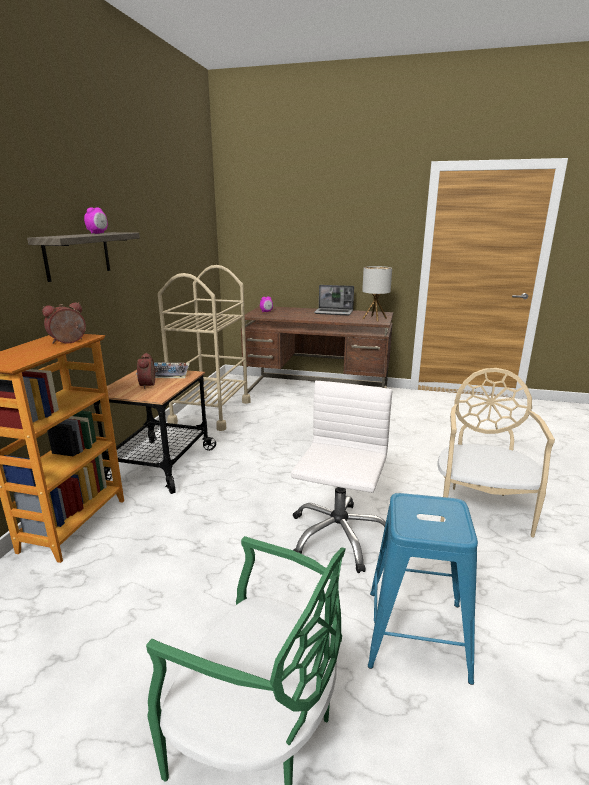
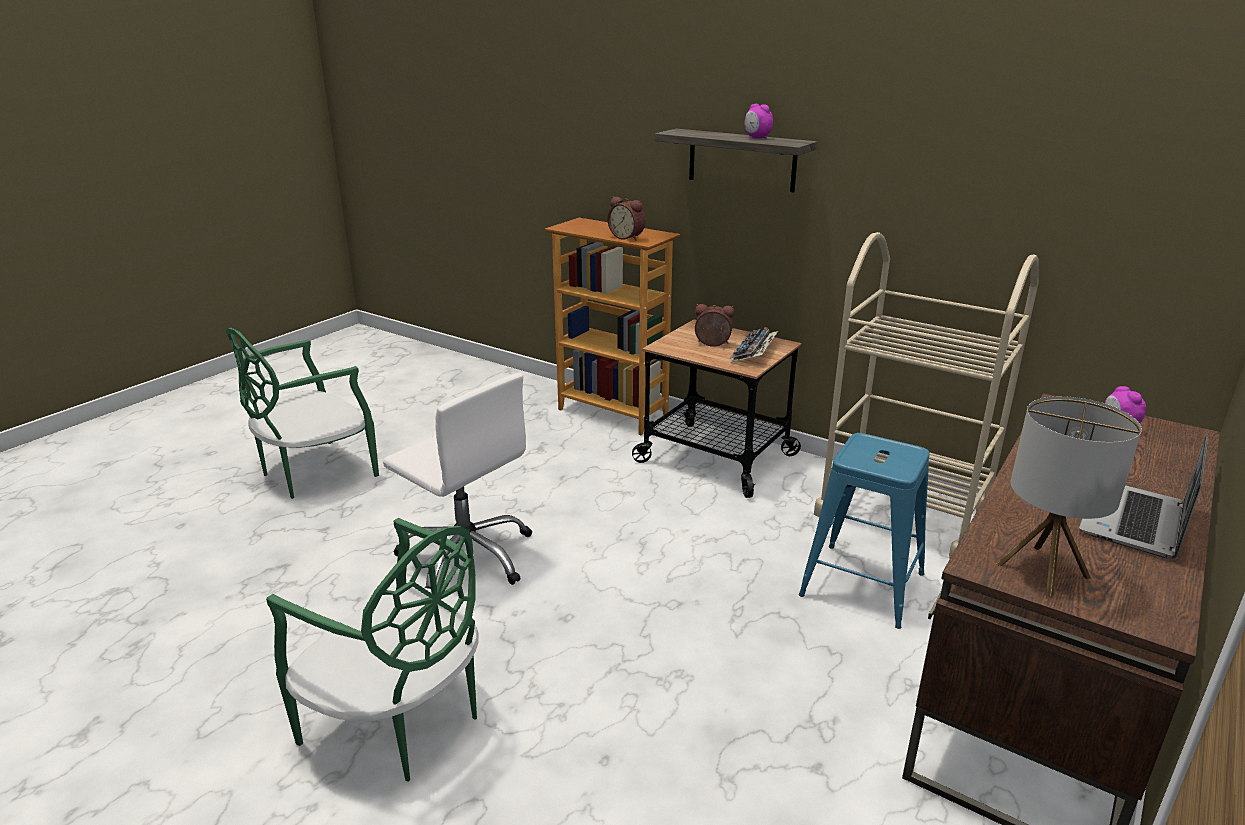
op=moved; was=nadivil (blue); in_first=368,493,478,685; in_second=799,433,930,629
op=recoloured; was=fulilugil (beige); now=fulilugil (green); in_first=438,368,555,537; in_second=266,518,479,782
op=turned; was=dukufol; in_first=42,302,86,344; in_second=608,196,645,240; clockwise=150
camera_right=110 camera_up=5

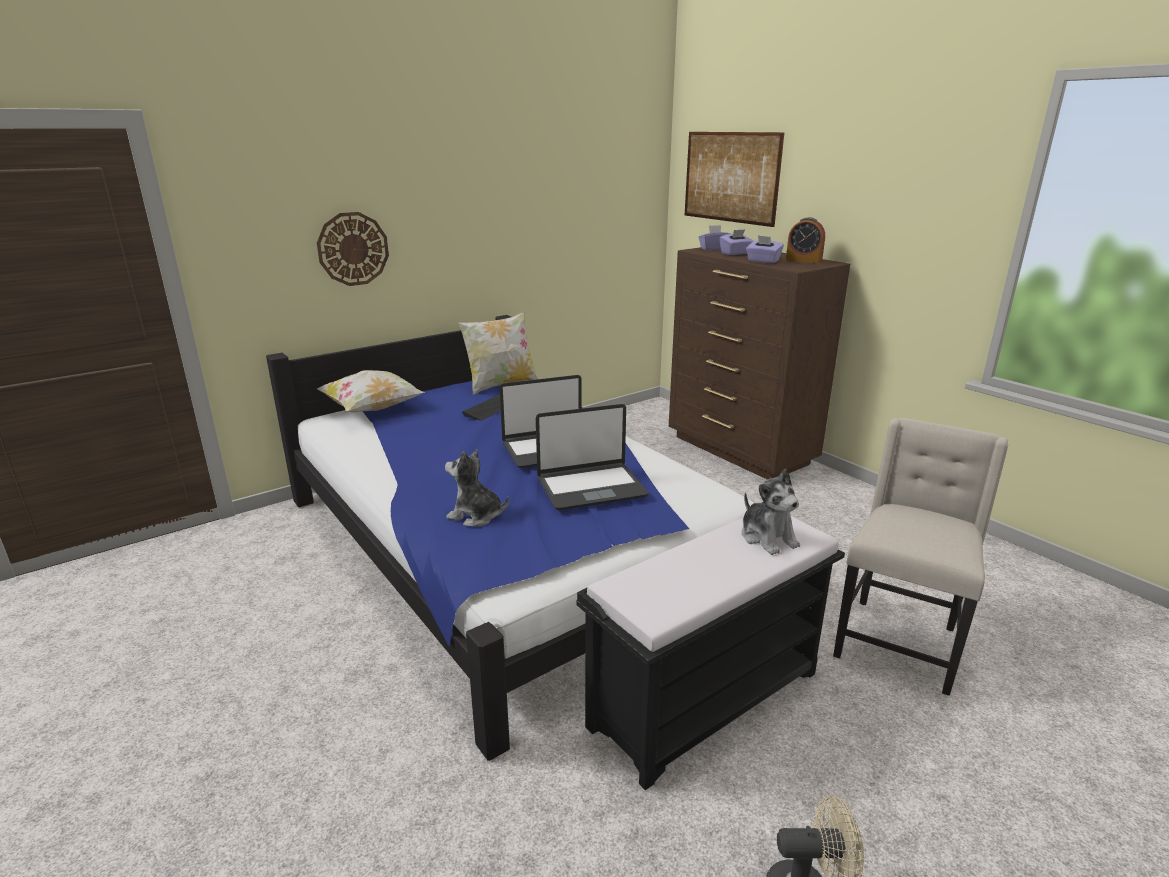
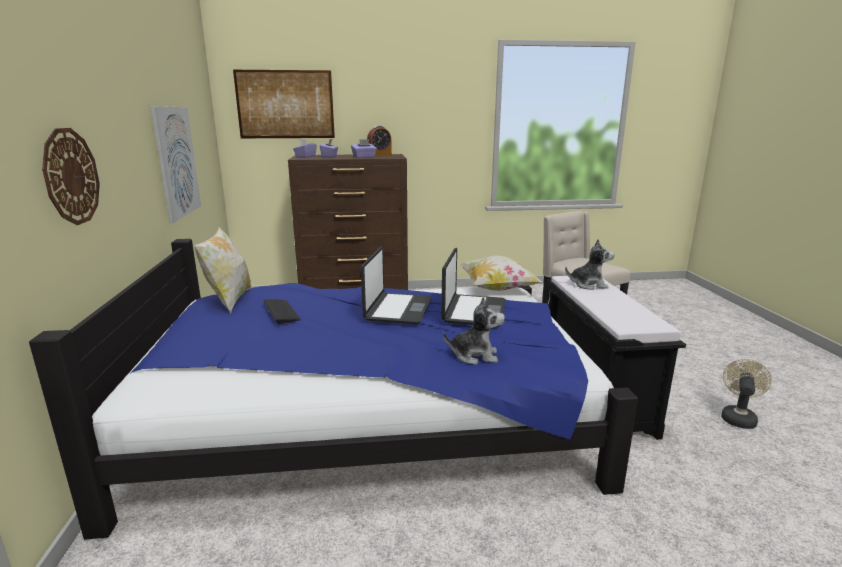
op=added; now=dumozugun; in_second=151,106,201,223
op=moved; was=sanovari; in_first=317,370,425,412; in_second=459,255,543,291
op=turned; was=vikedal; in_first=445,449,509,527; in_second=443,296,505,365; clockwise=-135
camera_right=-60 camera_up=-5

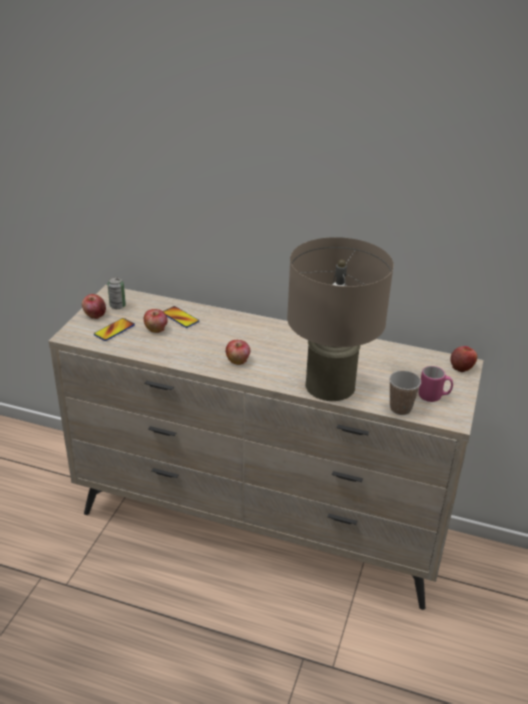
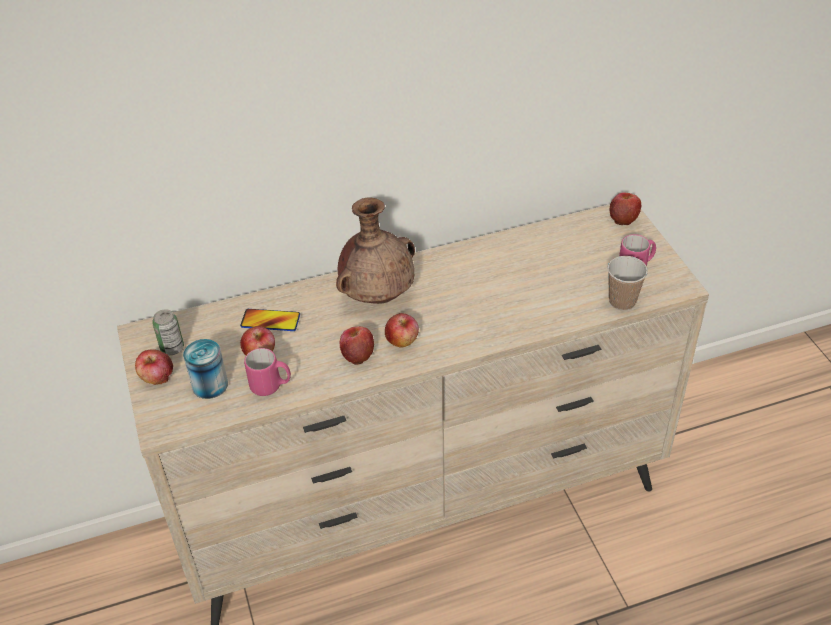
op=removed; was=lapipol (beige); in_first=287,237,394,401
op=added; now=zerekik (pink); in_second=244,348,291,396
op=added; now=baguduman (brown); in_second=336,197,415,304
op=added; now=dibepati; in_second=339,326,374,365
op=replaced; was=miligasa; now=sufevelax; in_first=94,318,135,341; in_second=183,339,228,399
camera_right=-35 camera_up=10

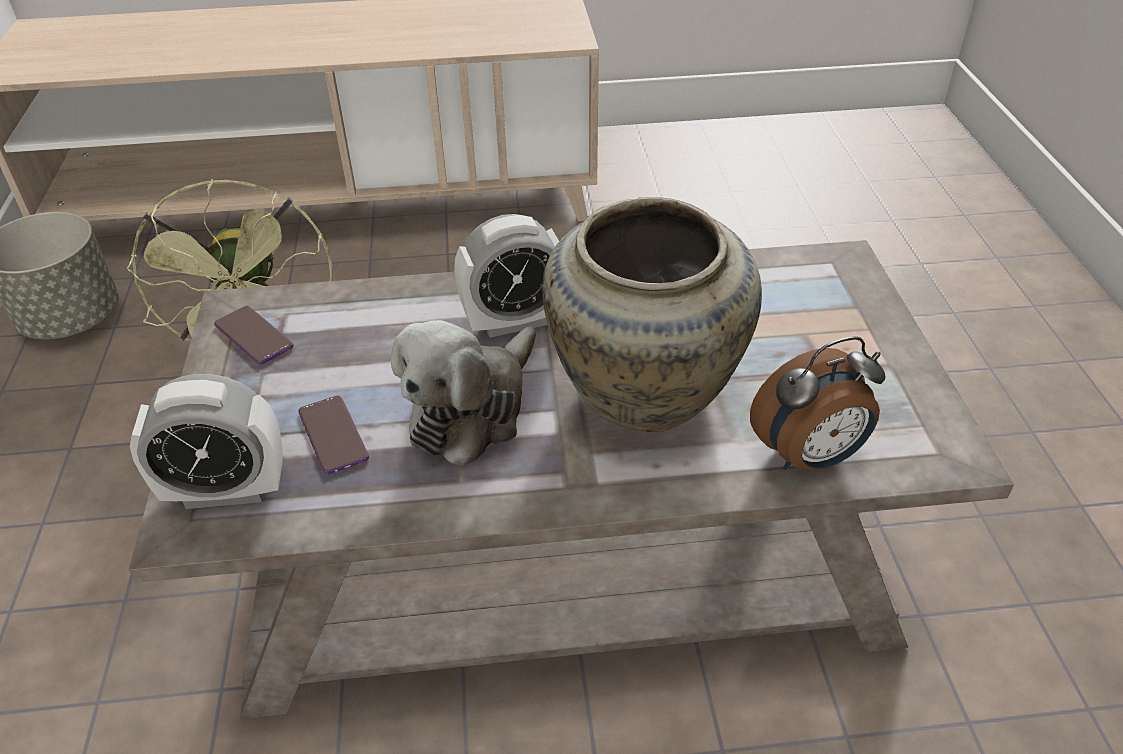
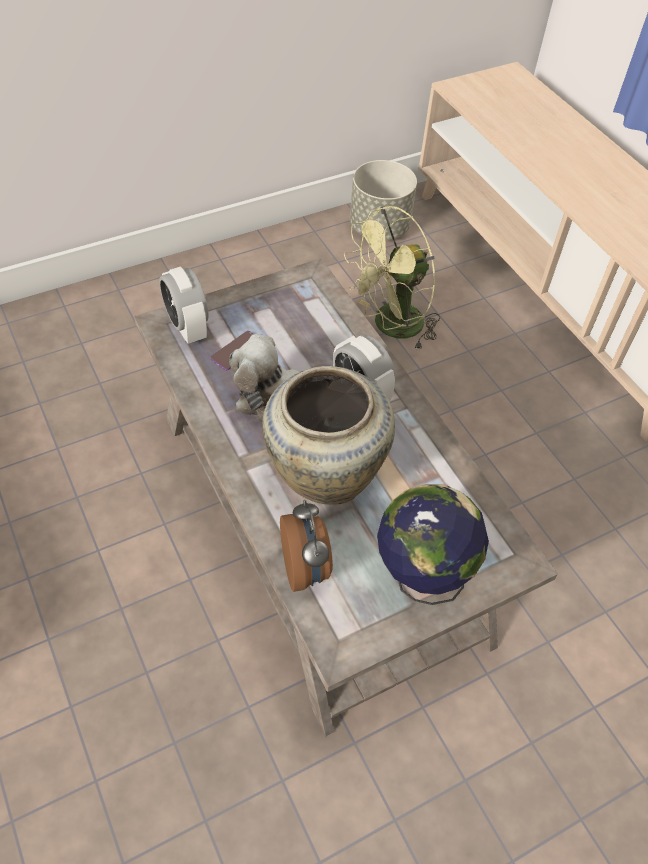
op=removed; was=miligasa; in_first=214,306,294,365
op=added; now=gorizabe; in_second=377,484,489,605
op=turned; was=dukufol; in_first=750,336,886,471; in_second=280,500,333,592; clockwise=-150
camera_right=65 camera_up=10

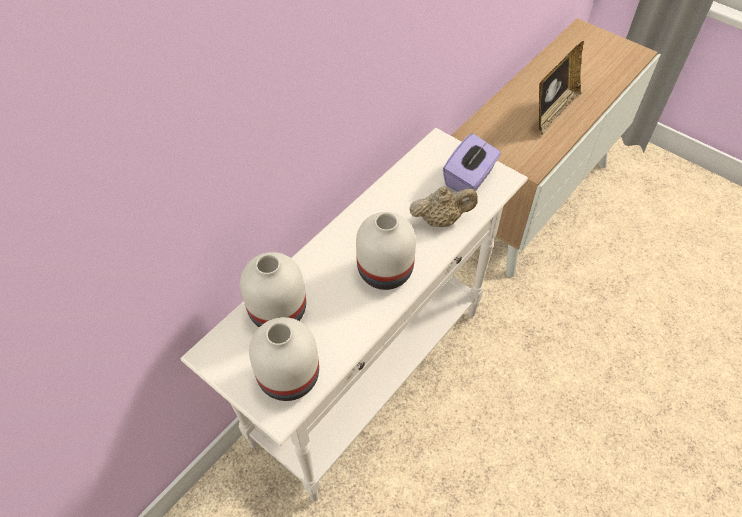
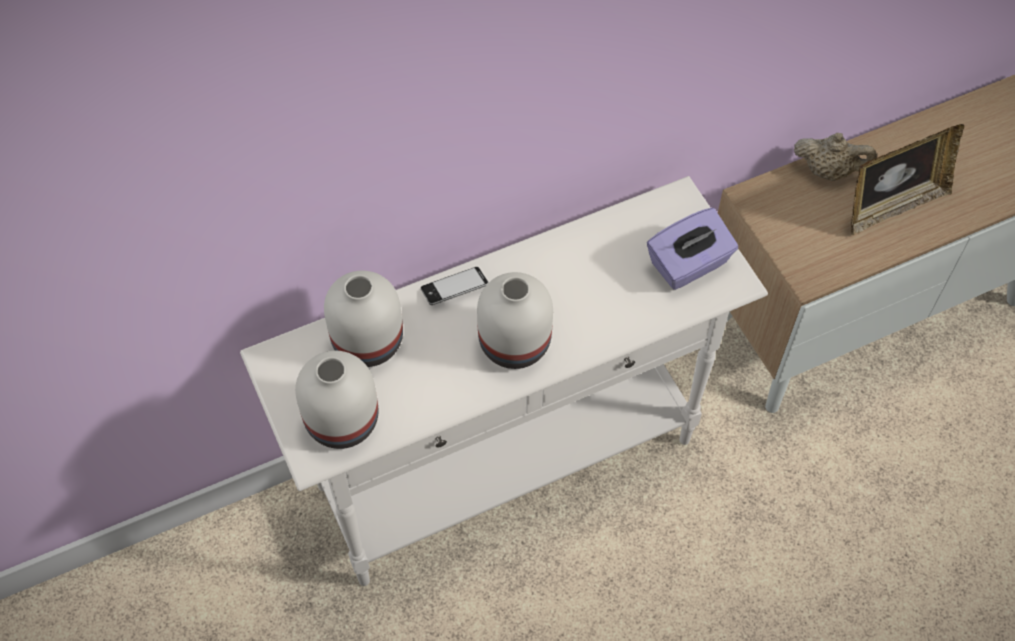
op=added; now=miligasa; in_second=421,267,488,305
op=moved; was=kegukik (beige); in_first=409,186,478,227; in_second=794,133,877,181
camera_right=25 camera_up=5

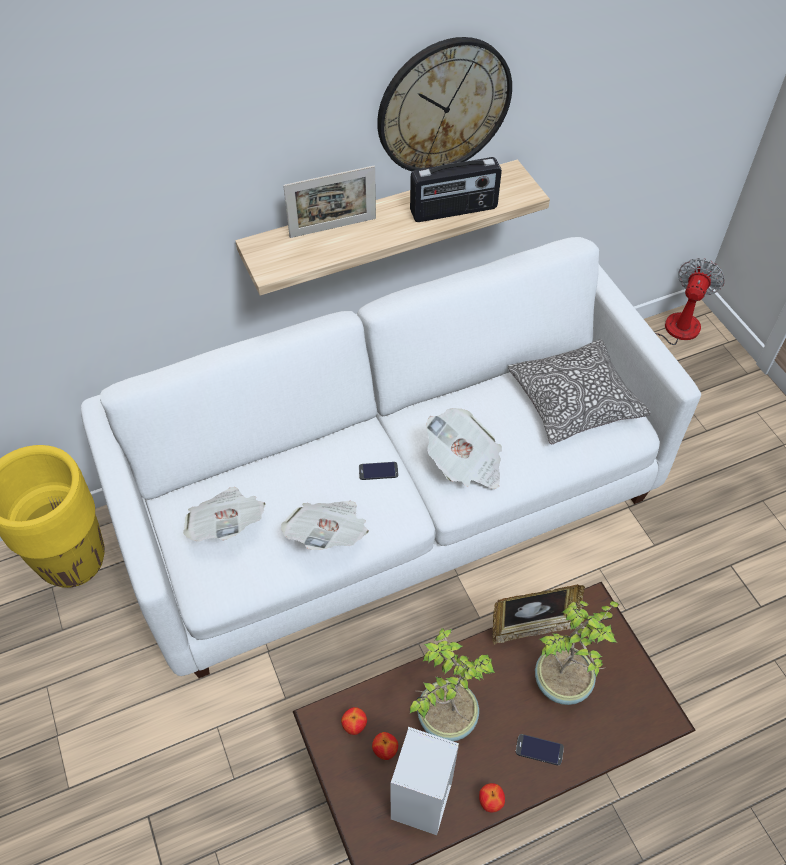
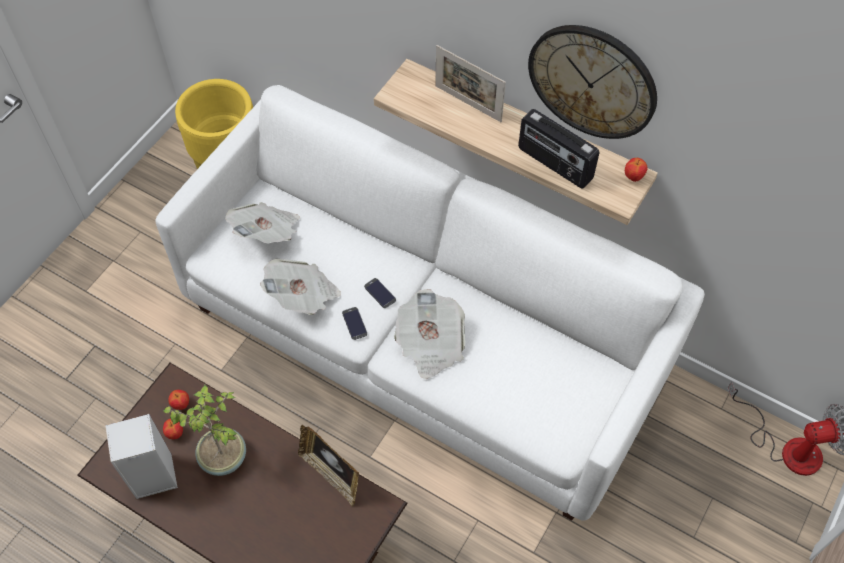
op=removed; was=sanovari; in_first=508,339,650,444
op=removed; was=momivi; in_first=535,601,619,705
op=moved; was=dibepati; in_first=479,783,505,813; in_second=625,158,648,182
op=moved; was=miligasa; in_first=516,734,564,765; in_second=342,307,367,340
camera_right=55 camera_up=5

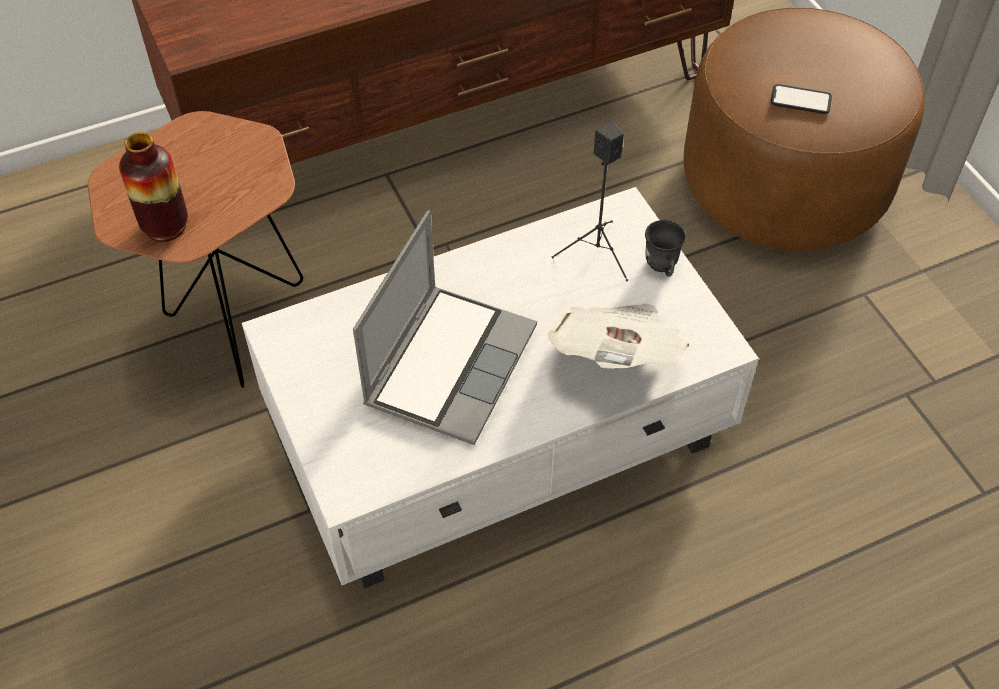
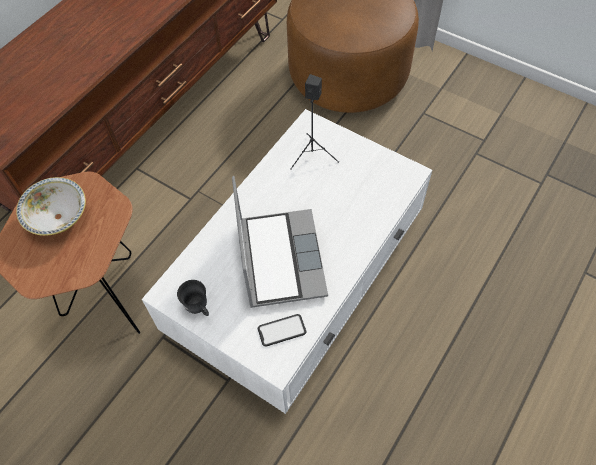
op=removed; was=baguduman; in_first=119,132,188,242
op=removed; was=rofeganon; in_first=548,303,690,369
op=added; now=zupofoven; in_second=16,177,86,236
op=moved; was=zerekik (grey); in_first=645,220,686,277; in_second=177,280,209,316
op=moved; was=miligasa; in_first=771,84,832,114; in_second=258,314,306,346
camera_right=-30 camera_up=5

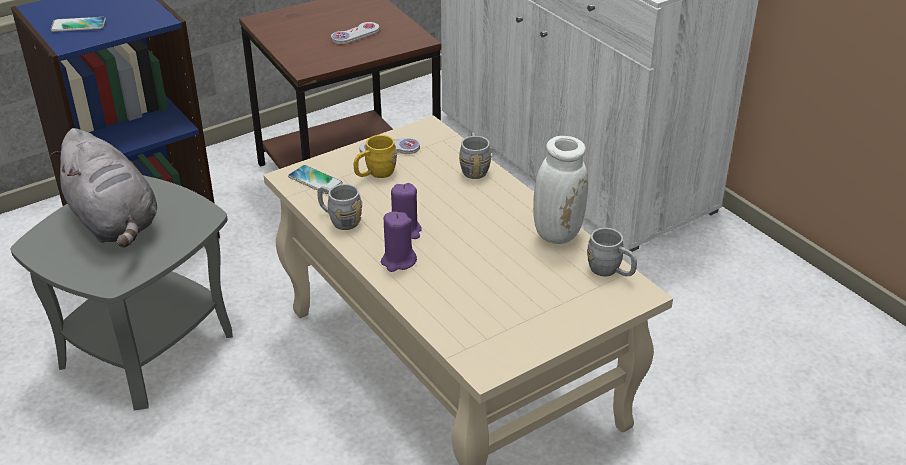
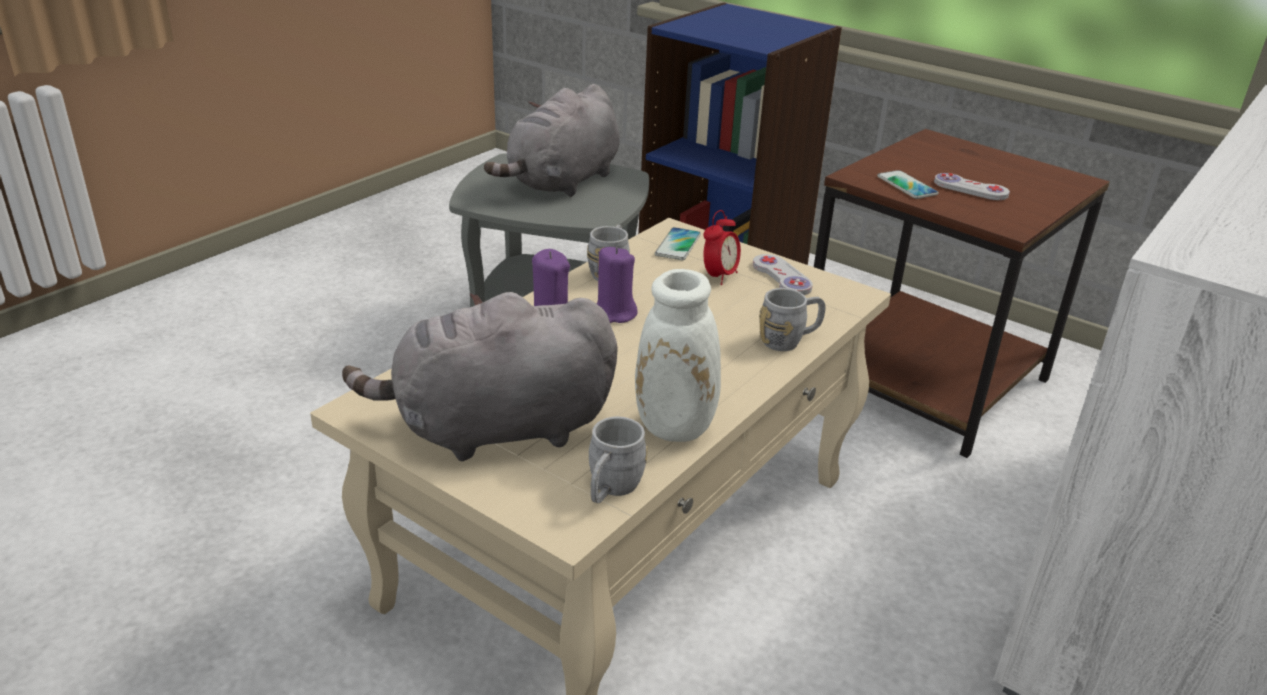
op=added; now=vikedal (grey); in_second=342,292,618,461
op=moved; was=miligasa; in_first=50,17,106,32; in_second=877,170,939,199
op=replaced; was=zerekik (yellow); now=dukufol; in_first=354,135,397,178; in_second=704,210,741,285
camera_right=70 camera_up=-5

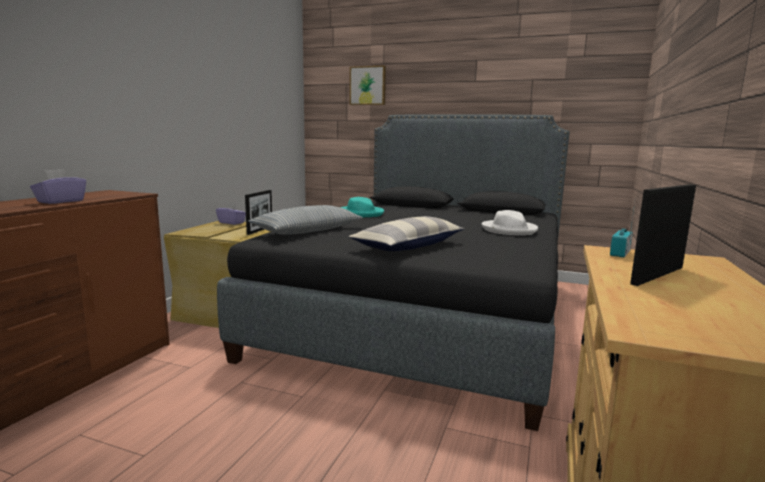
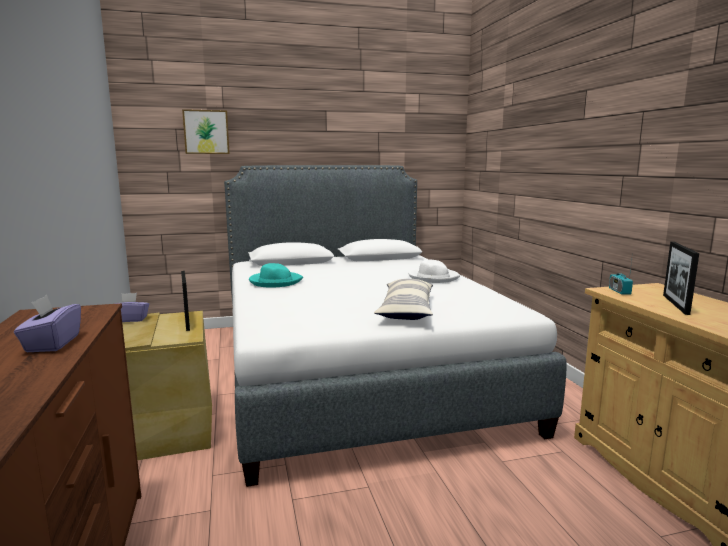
op=removed; was=sanovari; in_first=248,205,363,235
op=recoloured; was=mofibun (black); now=mofibun (white); in_first=217,114,570,431; in_second=224,165,566,487
camera_right=-35 camera_up=0

